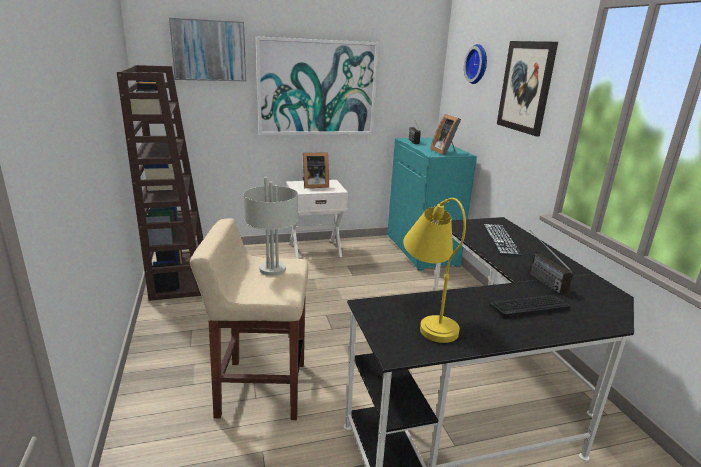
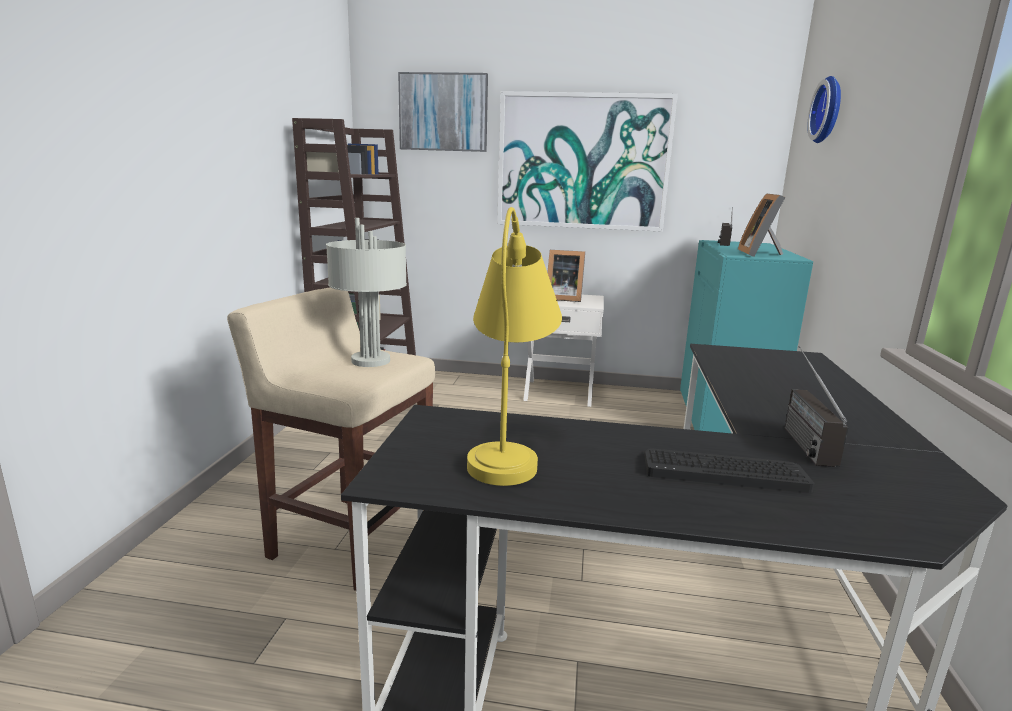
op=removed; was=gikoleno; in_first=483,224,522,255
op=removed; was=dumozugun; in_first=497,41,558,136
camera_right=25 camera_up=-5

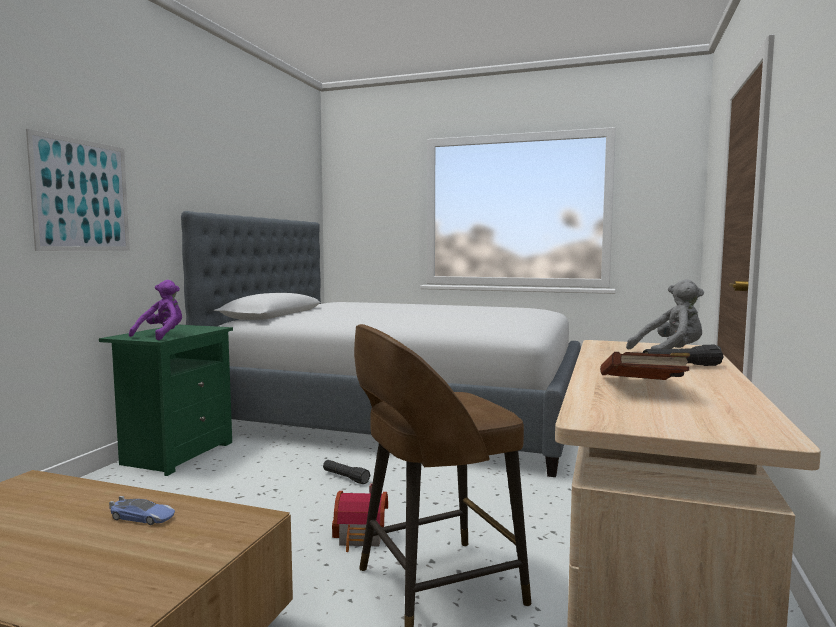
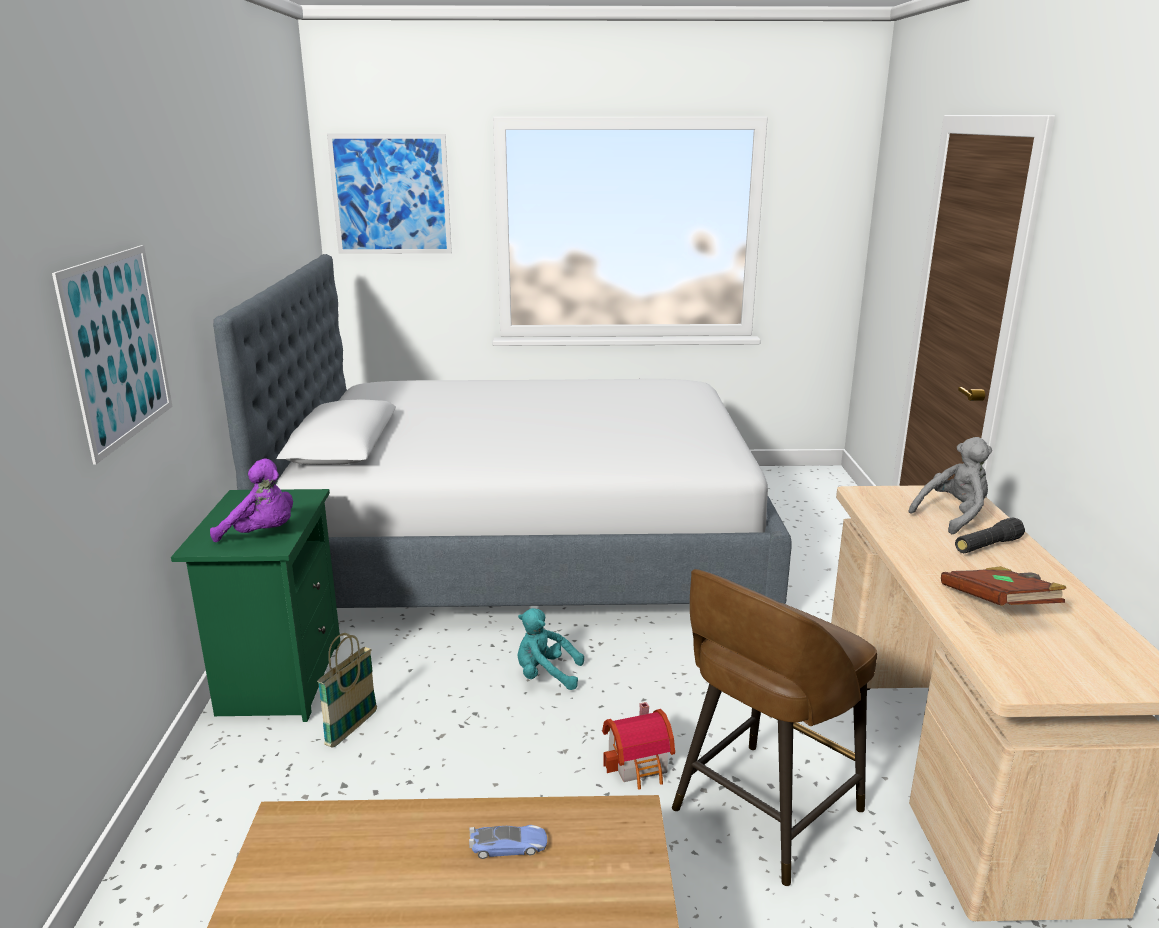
op=added; now=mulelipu; in_second=317,633,377,748
op=added; now=dumozugun; in_second=327,134,452,254
op=replaced; was=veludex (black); now=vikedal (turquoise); in_first=323,460,370,484; in_second=517,608,584,690
op=turned; was=vikedal (purple); in_first=129,280,182,340; in_second=210,459,293,542; clockwise=105
camera_right=-20 camera_up=15

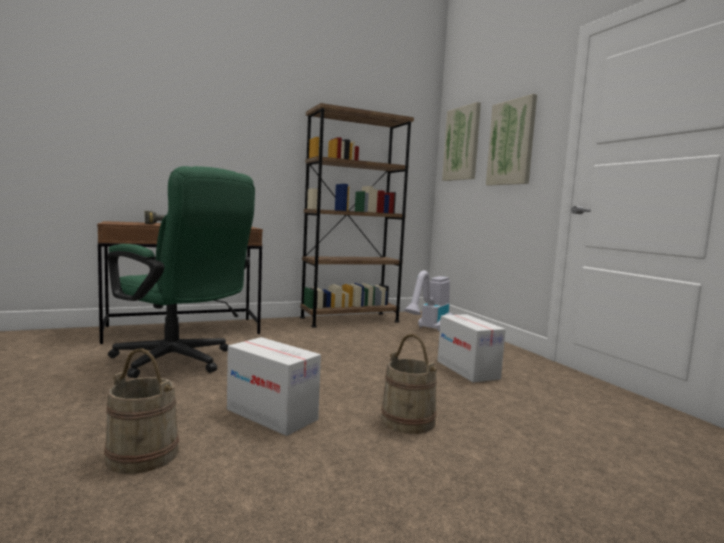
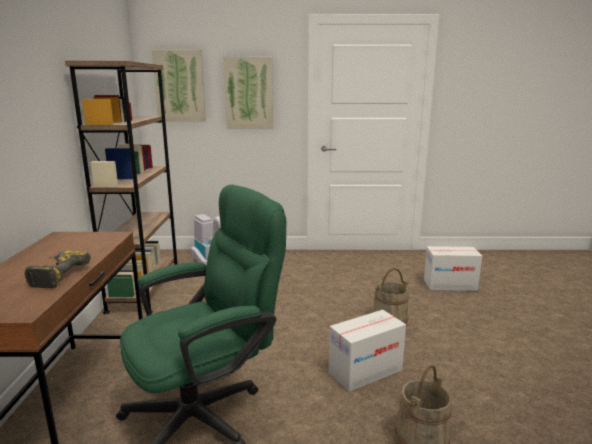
op=moved; was=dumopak; in_first=437,314,506,382; in_second=424,246,482,291
camera_right=-65 camera_up=10

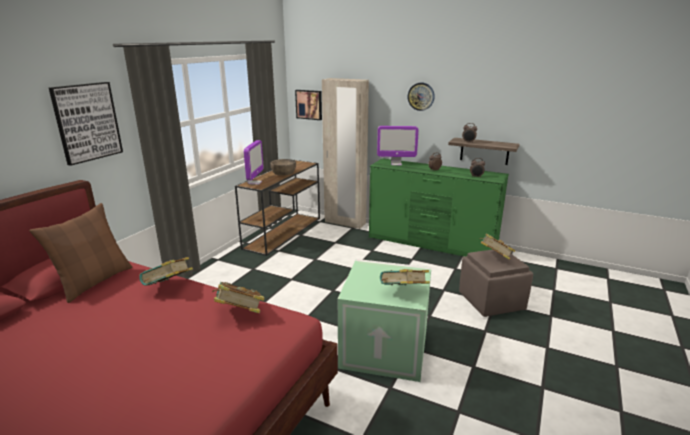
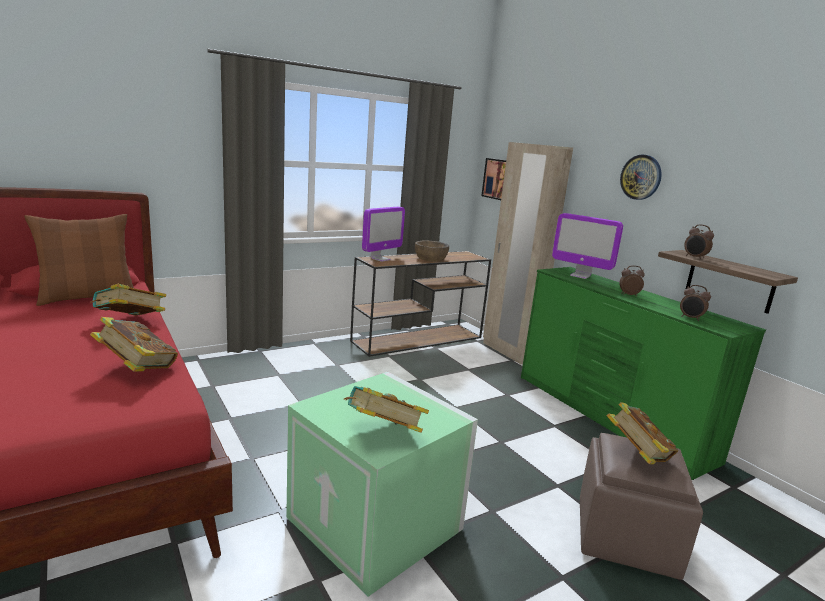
op=removed; was=dumozugun; in_first=49,82,123,166
camera_right=30 camera_up=-5

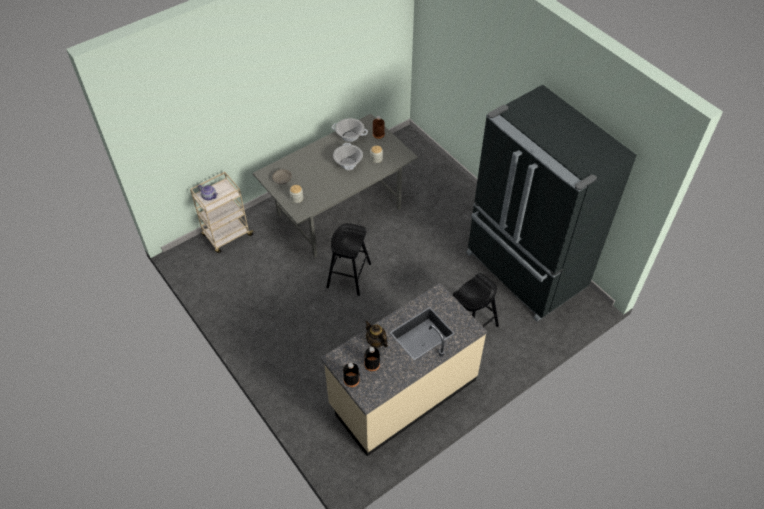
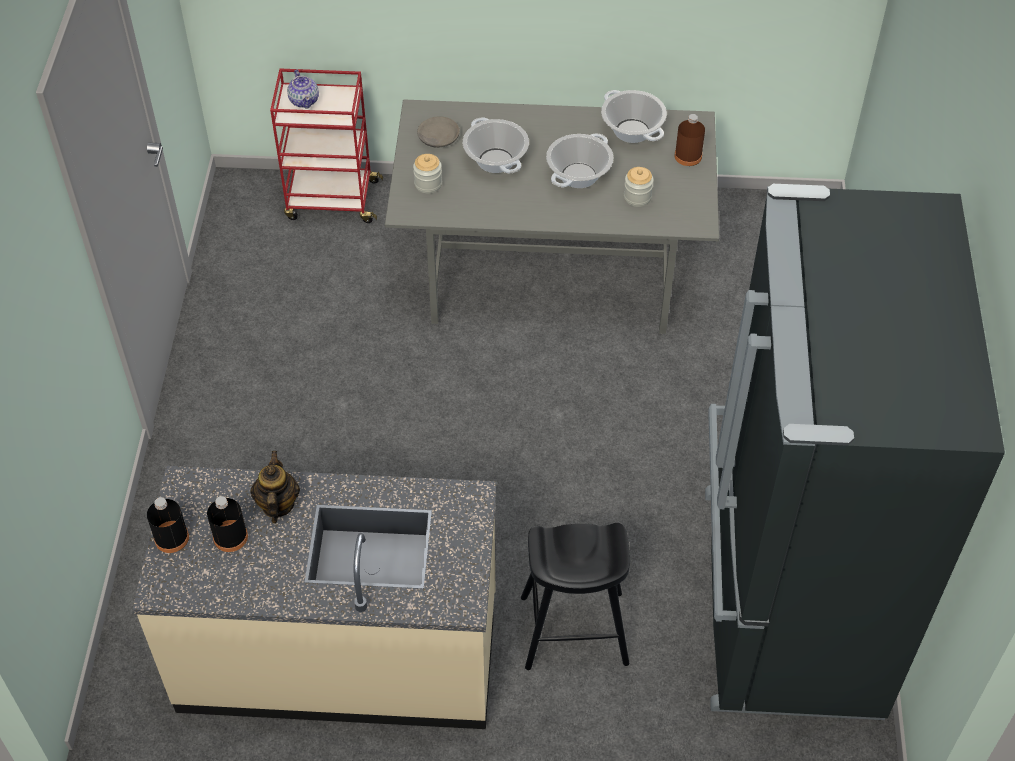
op=removed; was=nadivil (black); in_first=326,223,371,296
op=added; now=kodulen; in_second=463,117,529,174
op=recoloured; was=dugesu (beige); now=dugesu (red); in_first=190,172,254,253; in_second=270,68,383,223
camera_right=40 camera_up=0

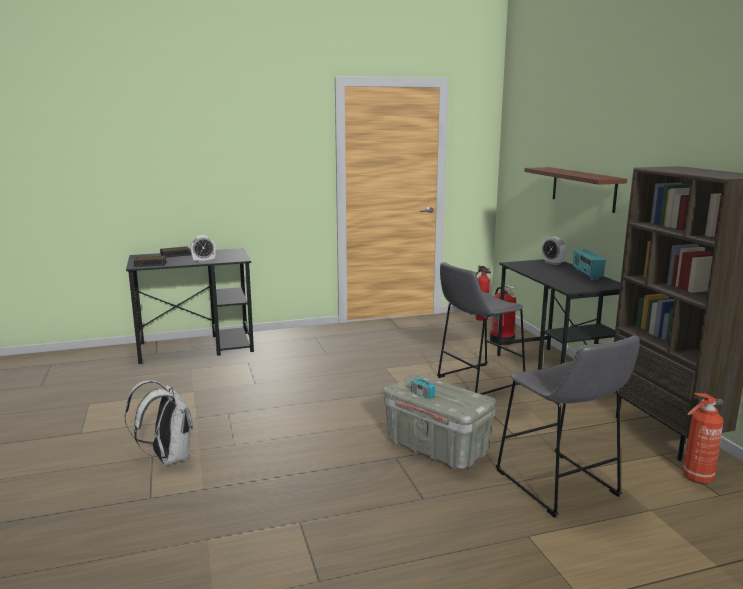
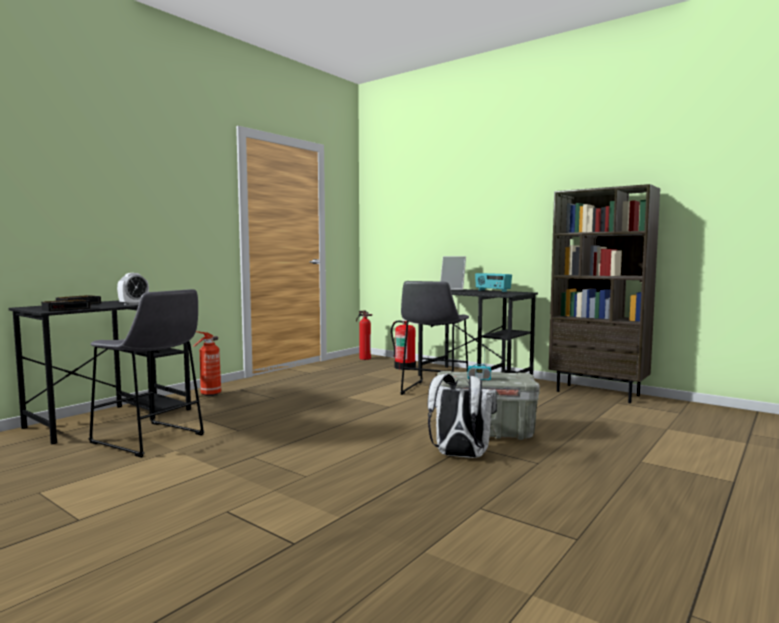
op=removed; was=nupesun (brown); in_first=524,167,627,213
op=moved; was=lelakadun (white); in_first=124,380,193,465; in_second=428,374,497,458
op=moved; was=nadivil (grey); in_first=496,335,640,518; in_second=88,289,205,458
op=moved; was=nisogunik; in_first=682,393,724,484; in_second=193,331,221,396
op=replaced; was=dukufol; now=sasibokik; in_first=542,237,566,265; in_second=440,256,466,290
camera_right=-35 camera_up=-10

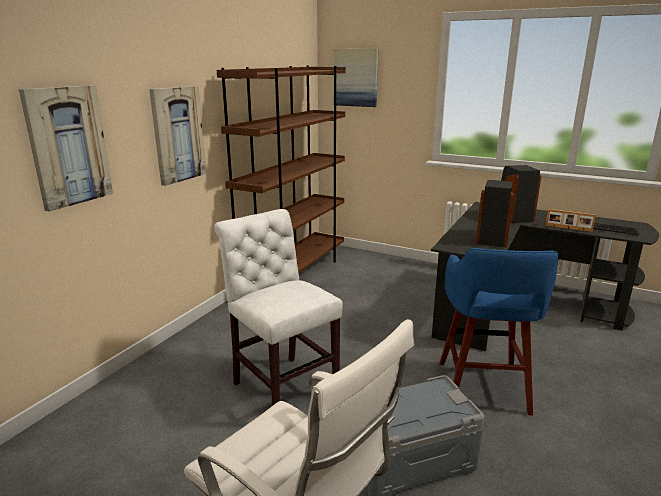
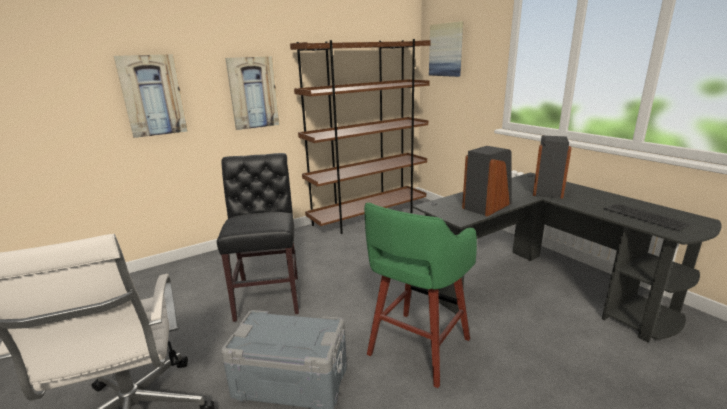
op=removed; was=sasibokik; in_first=545,209,596,232
op=recoloured; was=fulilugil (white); now=fulilugil (black); in_first=214,209,343,406; in_second=217,153,299,322
op=recoloured; was=nadivil (blue); now=nadivil (green); in_first=440,248,558,416; in_second=364,202,477,388
camera_right=30 camera_up=0

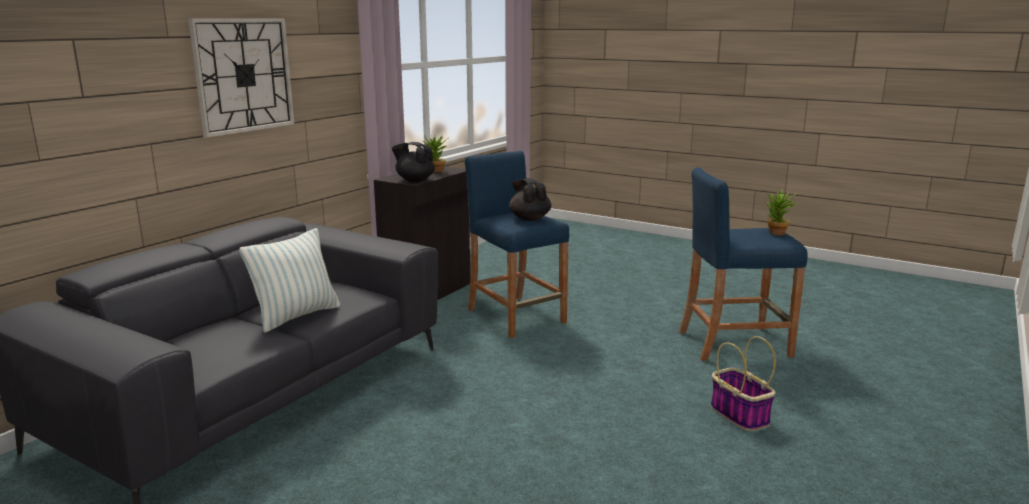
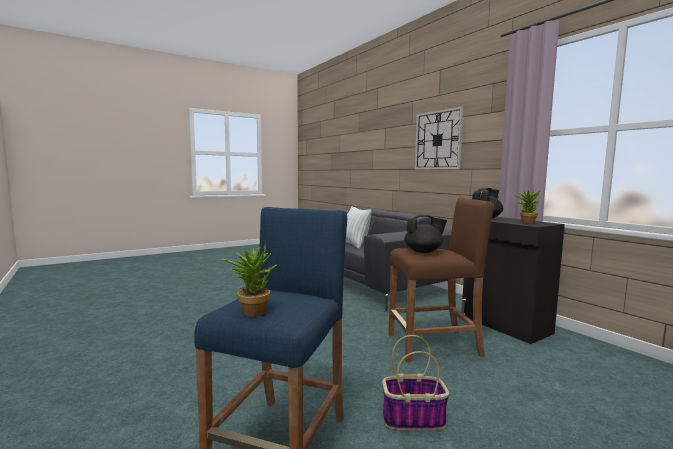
op=moved; was=mulelipu; in_first=711,336,776,431; in_second=382,335,449,430
op=recoloured; was=nadivil (blue); now=nadivil (brown); in_first=464,151,569,338; in_second=388,197,494,362
camera_right=115 camera_up=-10

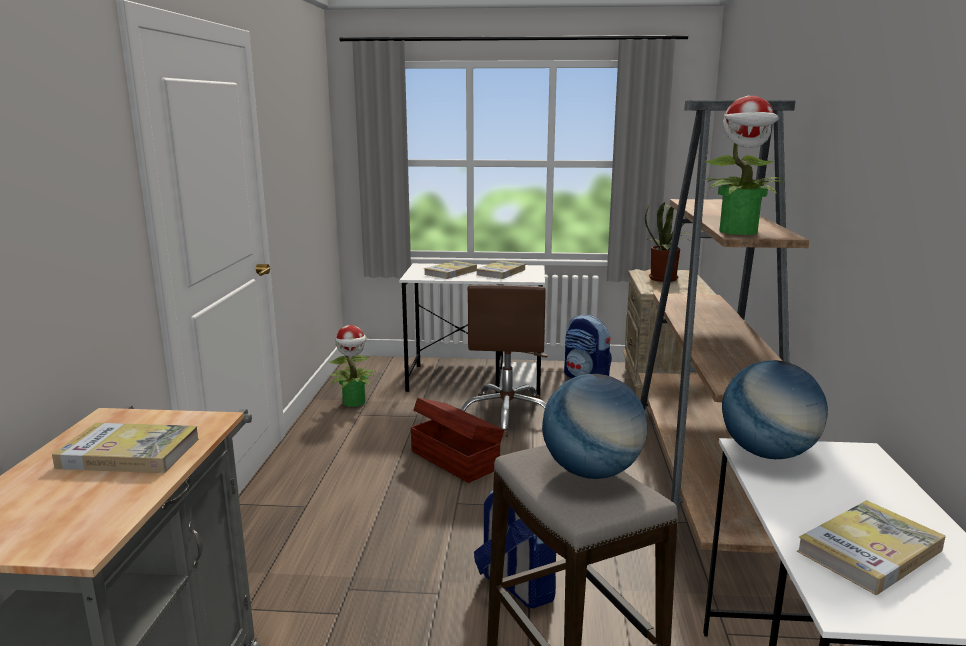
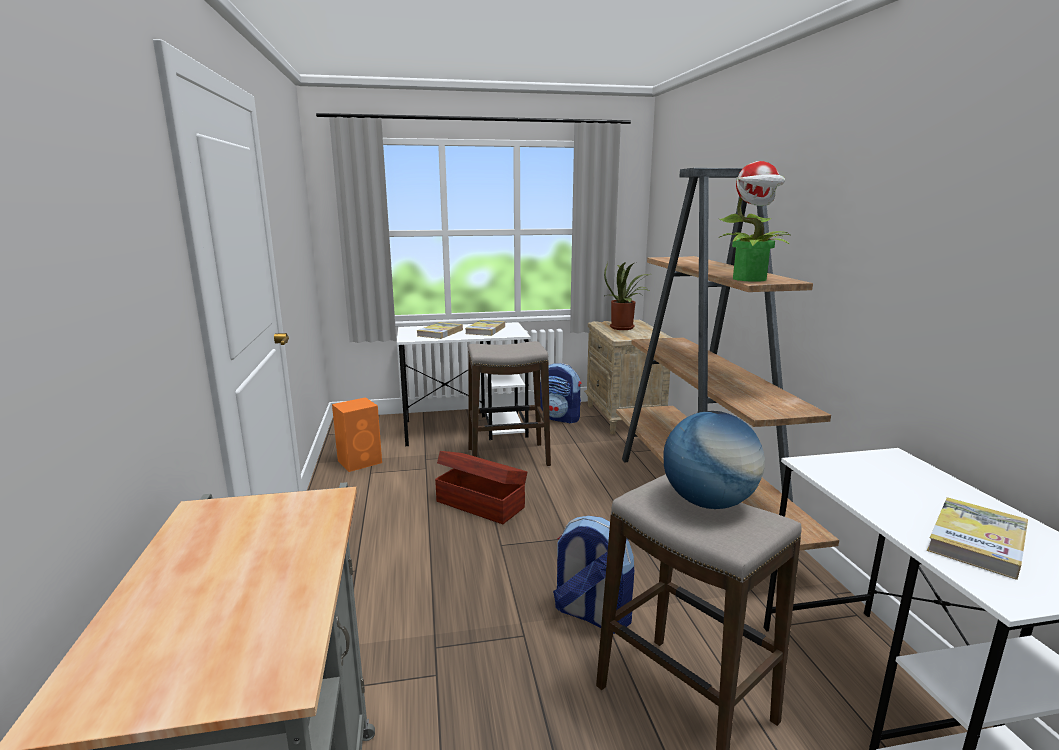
op=removed; was=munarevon; in_first=52,423,199,473
op=removed; was=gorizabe; in_first=722,360,828,459
op=replaced; was=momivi; now=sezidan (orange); in_first=329,325,376,407; in_second=332,397,382,472
op=replaced; was=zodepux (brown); now=nadivil; in_first=461,285,548,437; in_second=468,341,551,466
camera_right=-15 camera_up=0

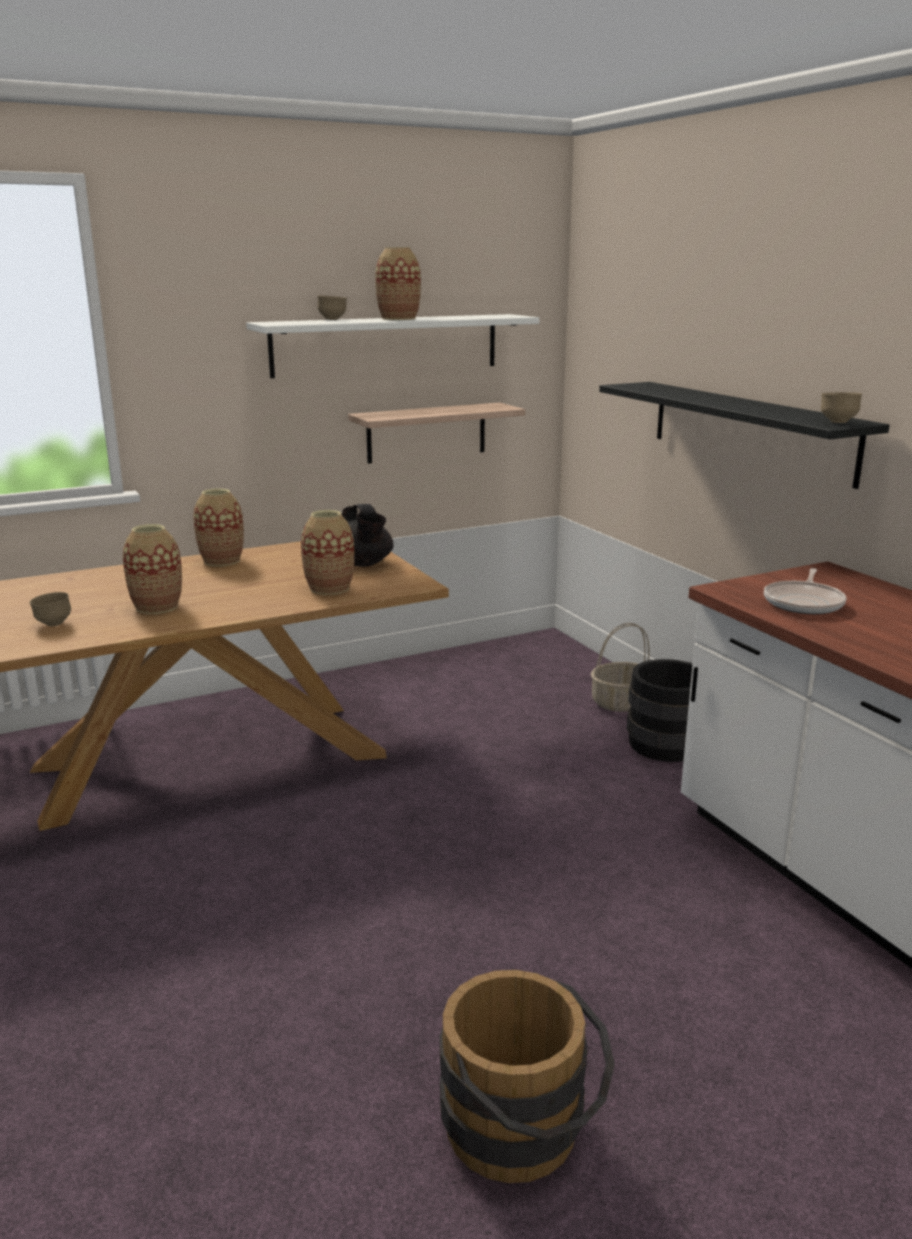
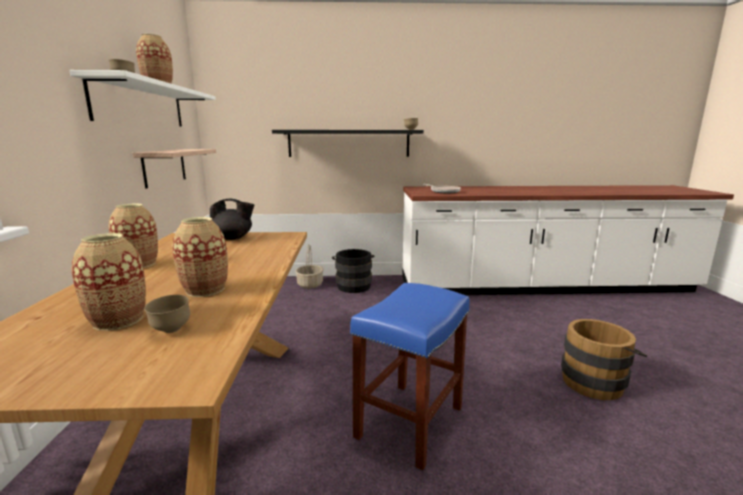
op=added; now=nadivil (blue); in_second=350,283,470,470
op=moved; was=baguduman; in_first=301,510,354,595; in_second=72,233,146,331
camera_right=-65 camera_up=-5

